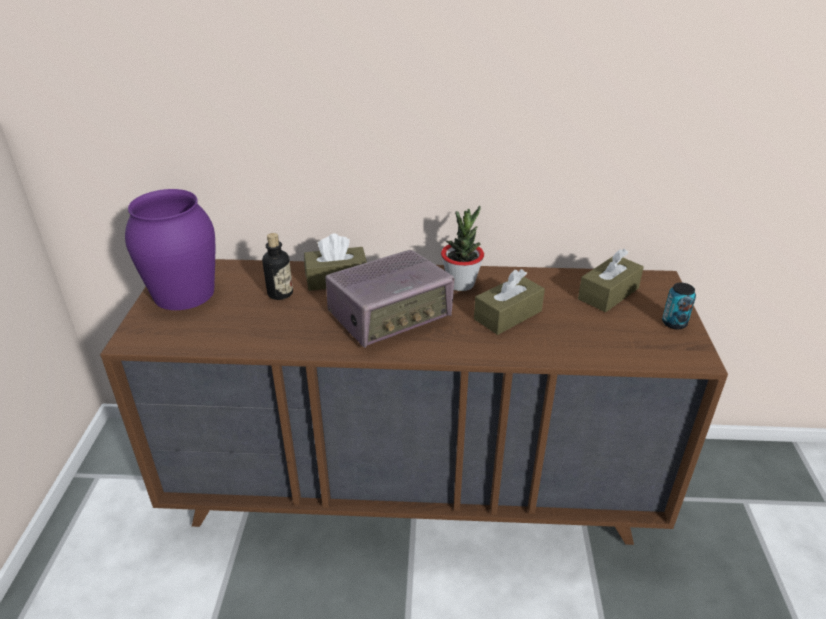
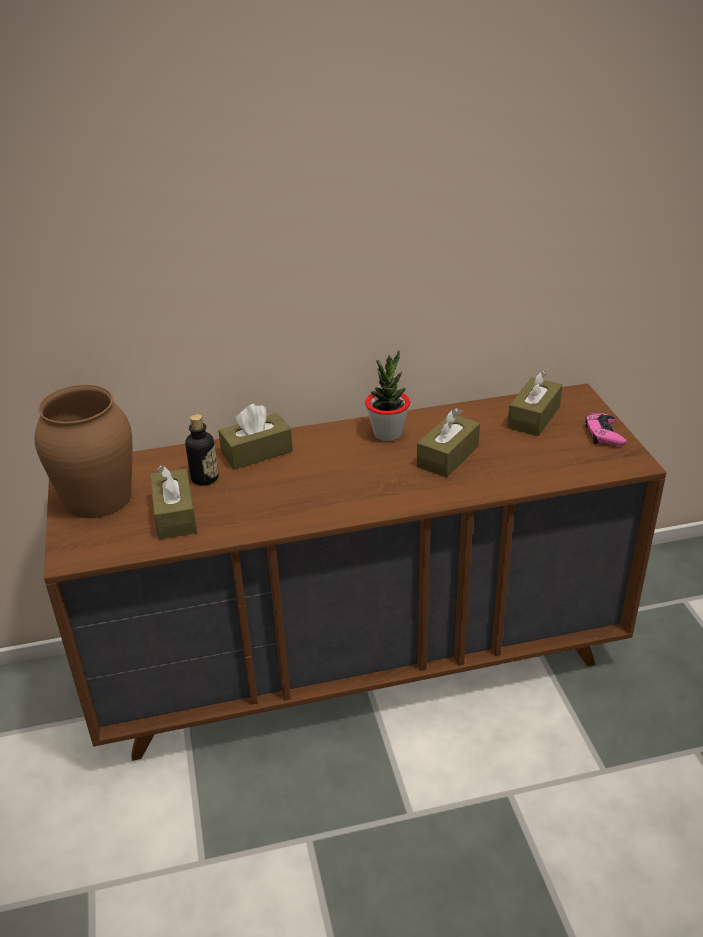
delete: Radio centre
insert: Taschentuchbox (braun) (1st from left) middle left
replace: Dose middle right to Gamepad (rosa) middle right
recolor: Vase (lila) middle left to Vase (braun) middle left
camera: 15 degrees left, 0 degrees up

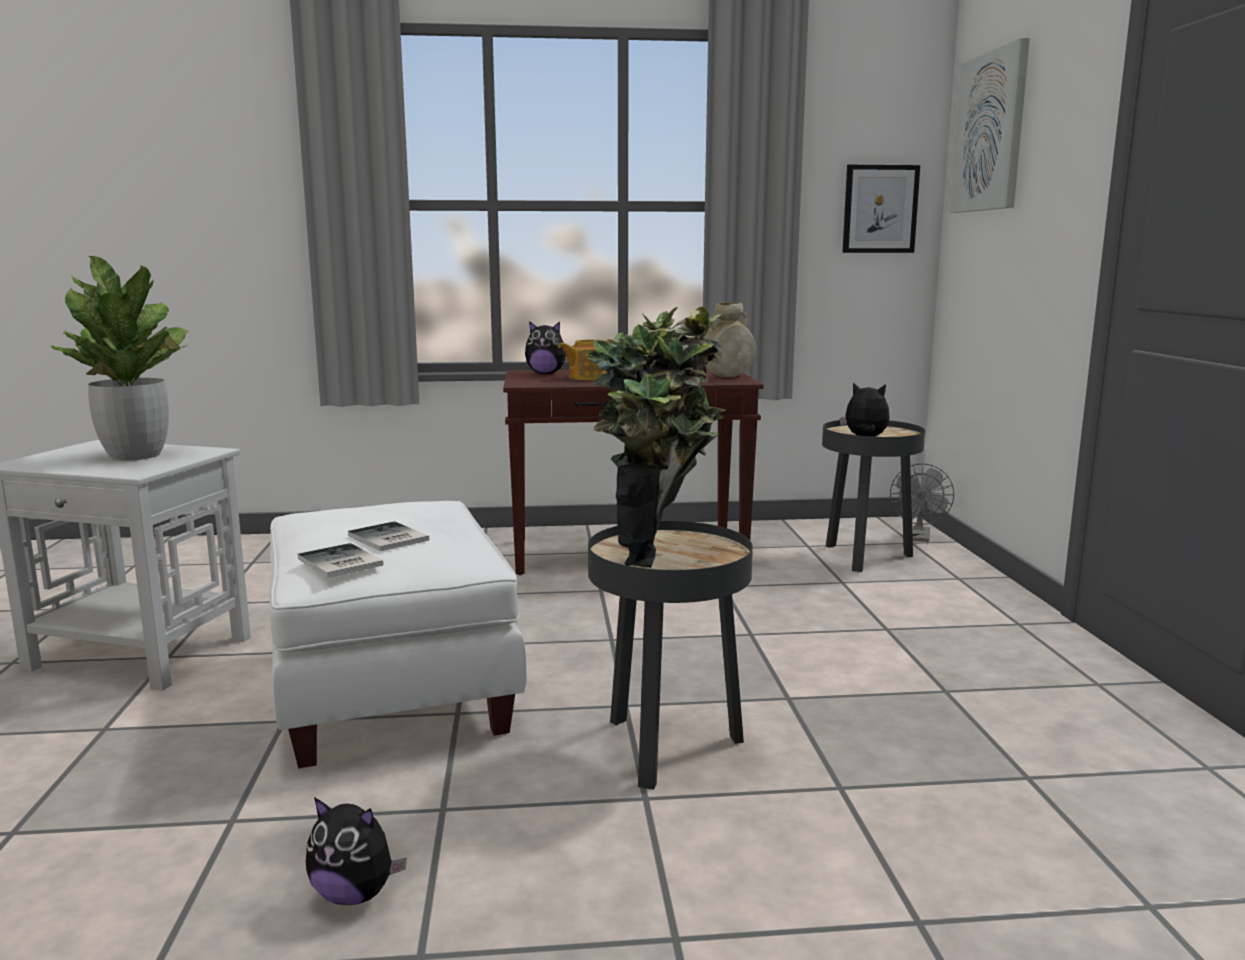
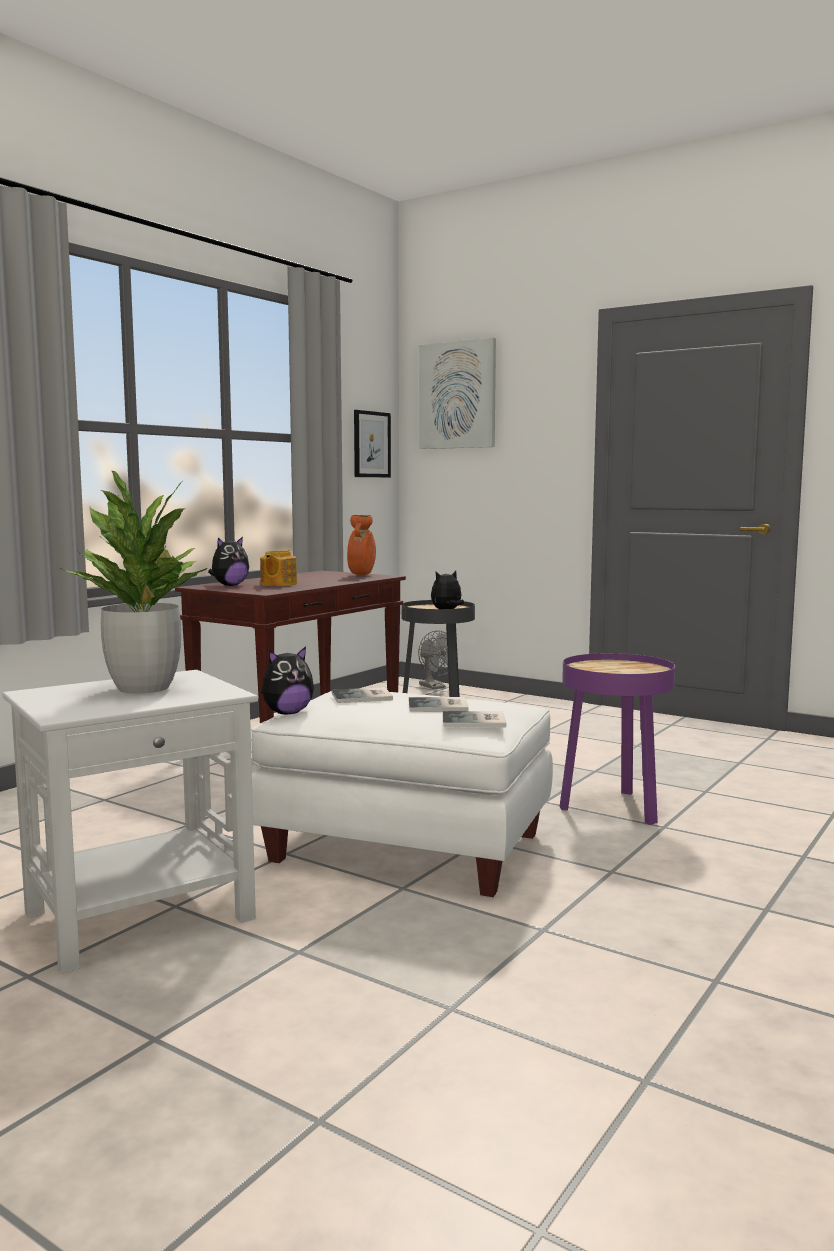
delete: Topfpflanze (2nd from left) centre
insert: Buch (1st from left) centre
move: Plüschtier (1st from left in the first image) bottom left to Plüschtier (2nd from left) centre
recolor: Vase (beige) centre to Vase (orange) centre; Beistelltisch (schwarz) (1st from left) bottom centre to Beistelltisch (lila) middle right
camera: 50 degrees left, 5 degrees down

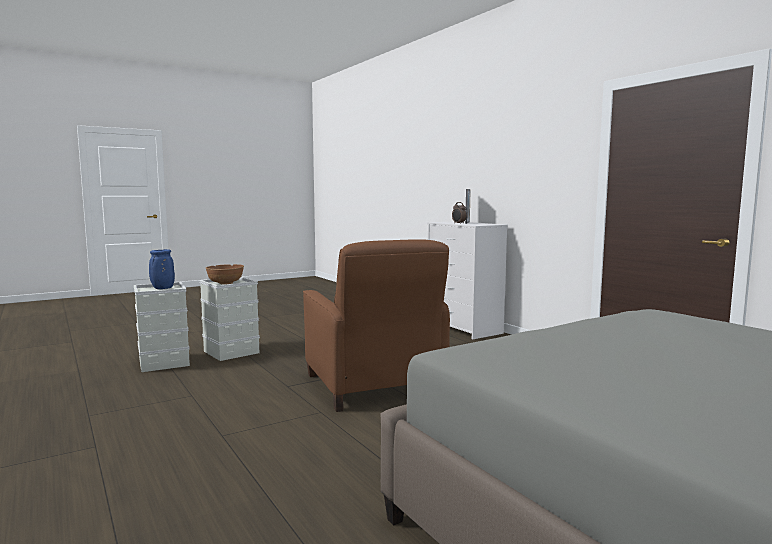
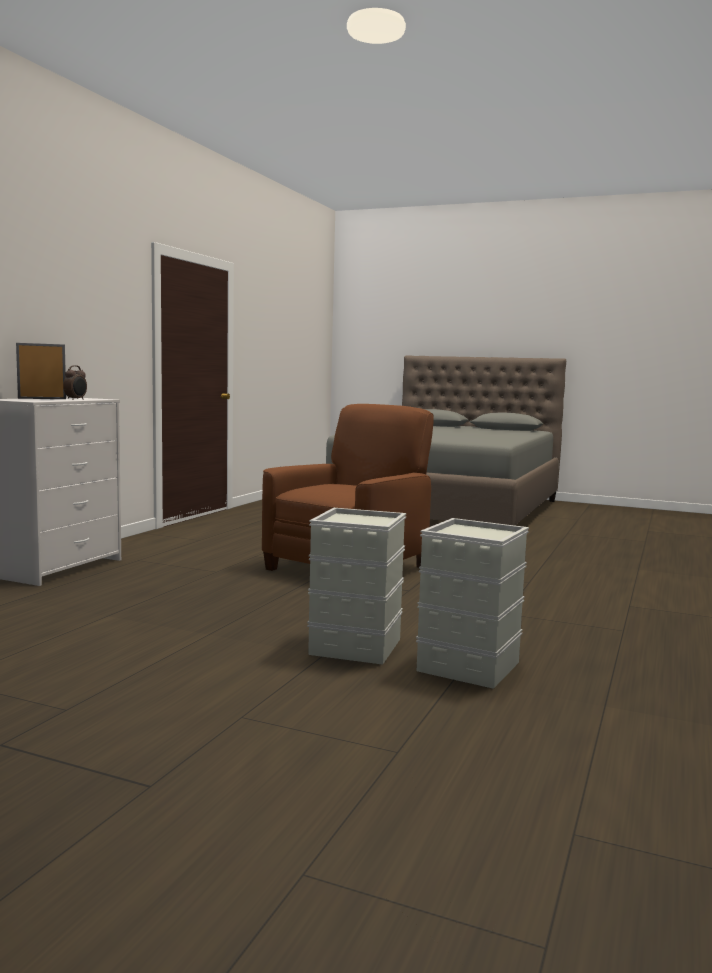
delete: Vase (blau) middle left; Schüssel (braun) middle left
camera: 125 degrees left, 0 degrees up

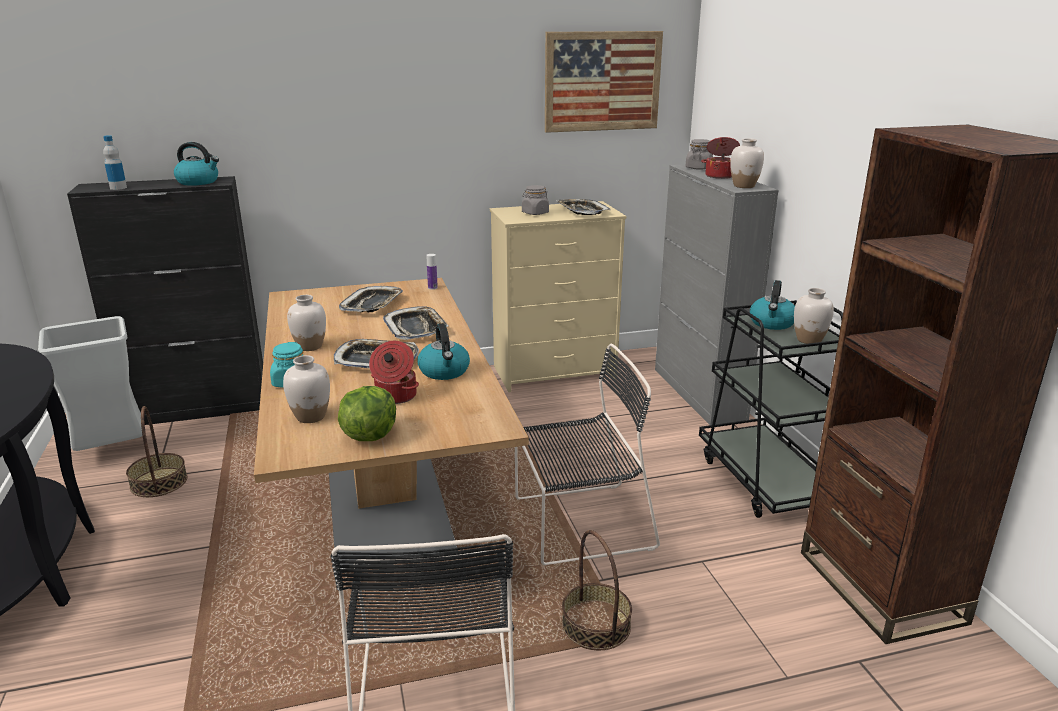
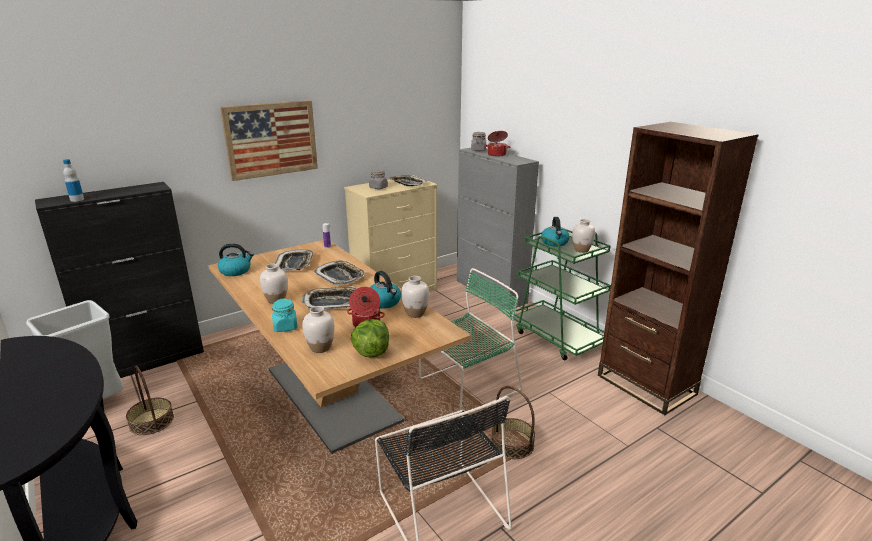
move: Wasserkessel (1st from left) top left to middle left; Bild top centre to top left; Vase (weiß) (3rd from left) top right to centre
recolor: Stuhl (schwarz) (2nd from left) centre to Stuhl (grün) centre; Rollwagen (schwarz) middle right to Rollwagen (grün) centre
camera: 20 degrees left, 0 degrees up

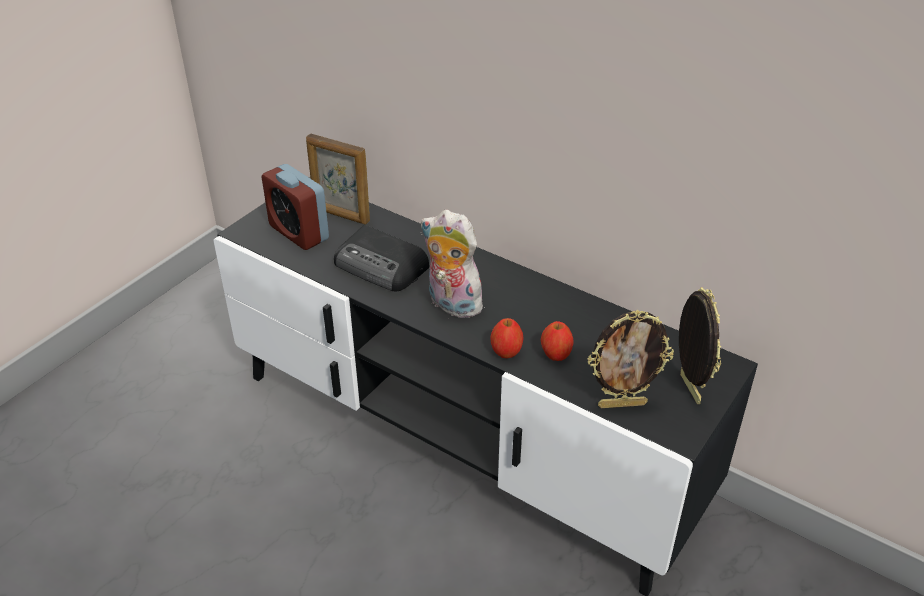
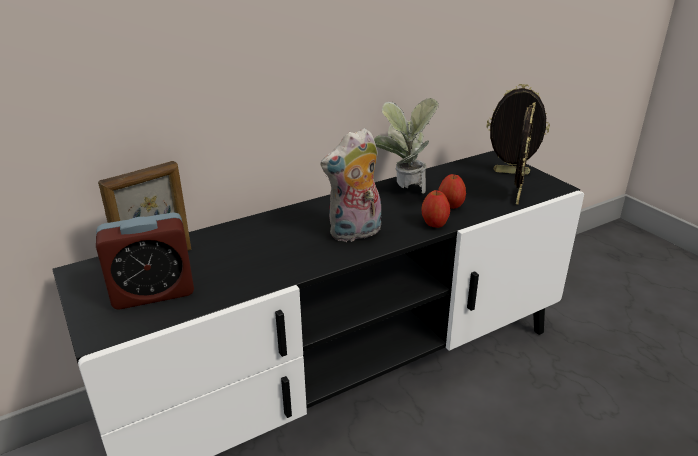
delete: Radio centre
insert: Topfpflanze top centre
camera: 65 degrees left, 10 degrees down

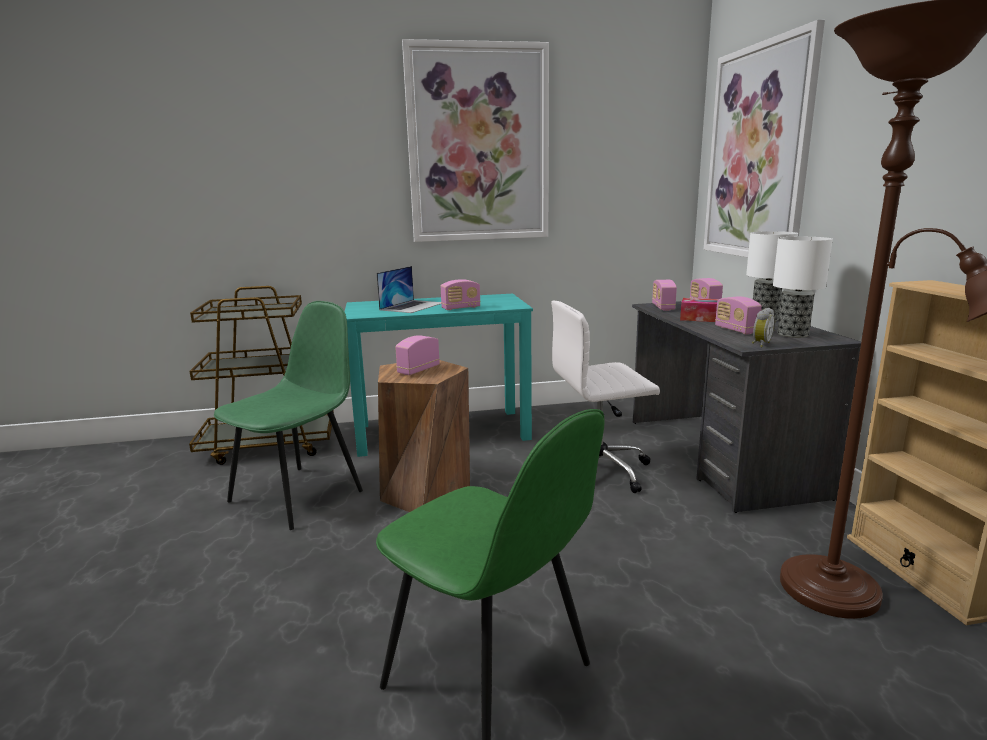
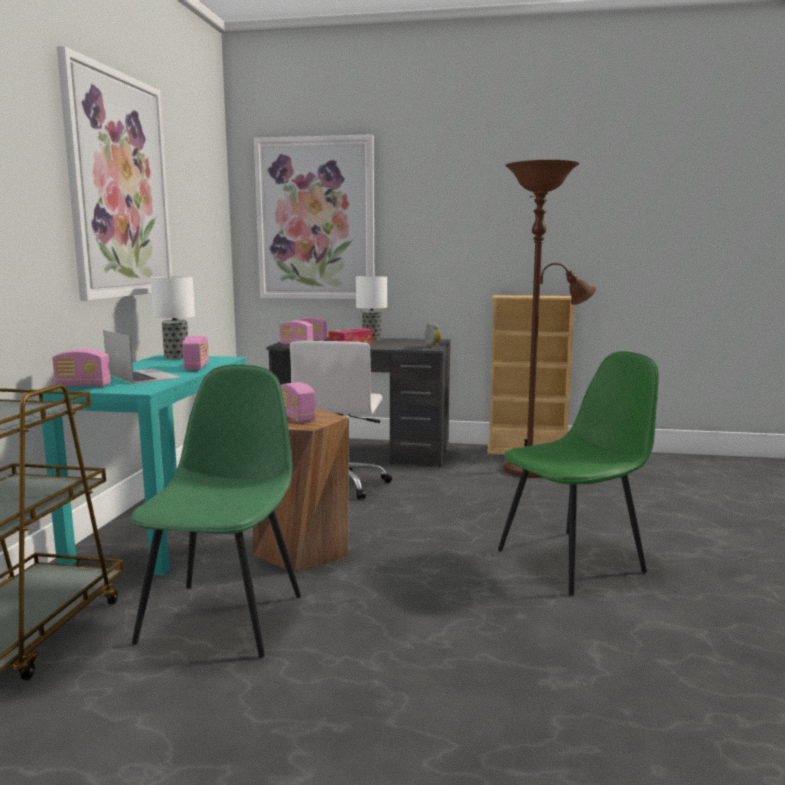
move: Radio (5th from left in the first image) middle right to Radio (1st from left) middle left; Tischlampe (2nd from left in the first image) middle right to Tischlampe (1st from left) middle left
rotate: Stuhl (grün) (1st from left) middle left = middle left 45 degrees clockwise
camera: 70 degrees left, 5 degrees down

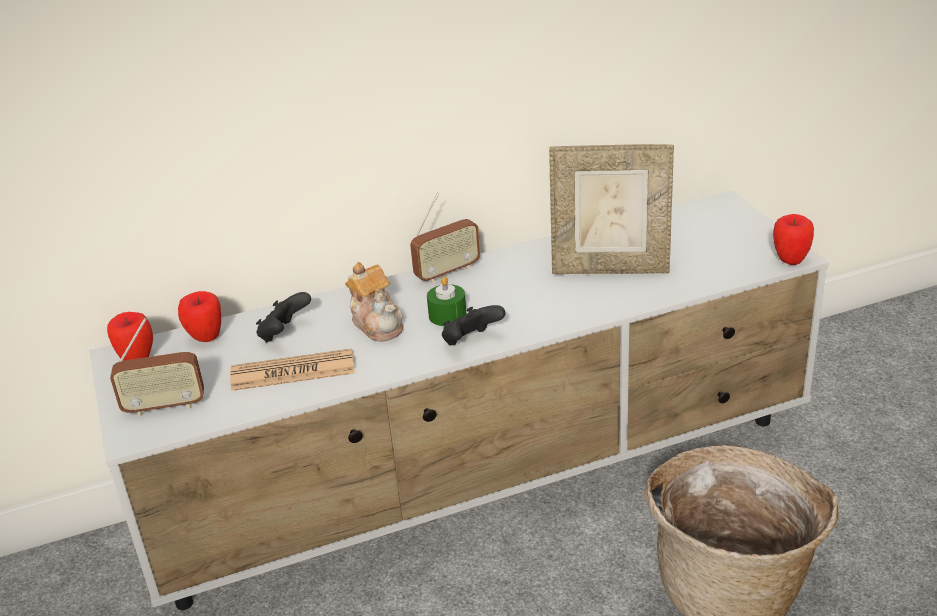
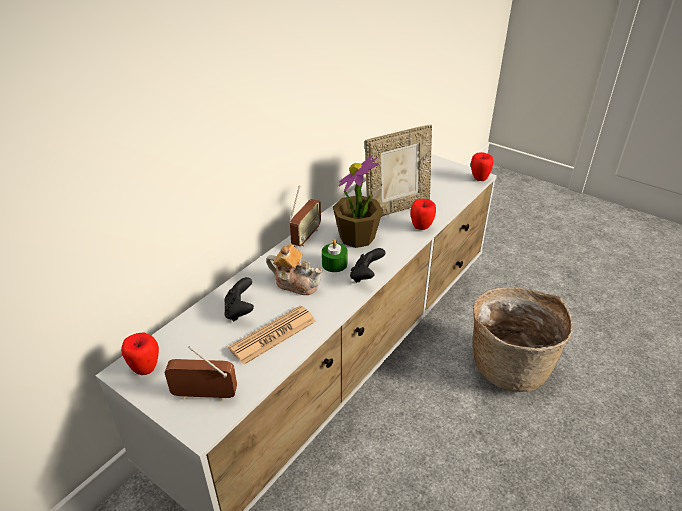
insert: Topfpflanze centre
move: Apfel (2nd from left) middle left to centre
rotate: Radio (1st from left) middle left = bottom left 135 degrees counterclockwise
camera: 35 degrees left, 5 degrees up

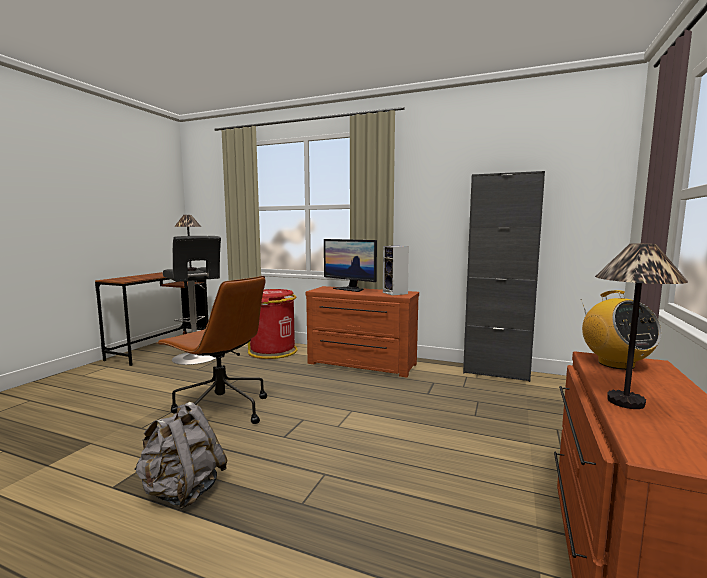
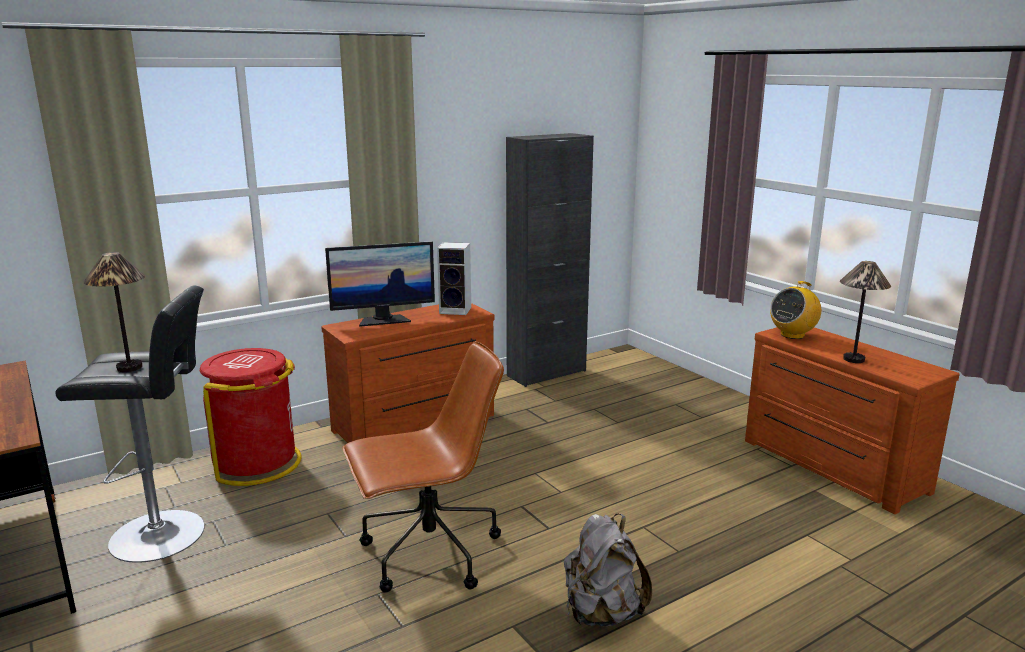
rotate: Radio middle right = middle right 120 degrees clockwise
camera: 55 degrees left, 10 degrees up

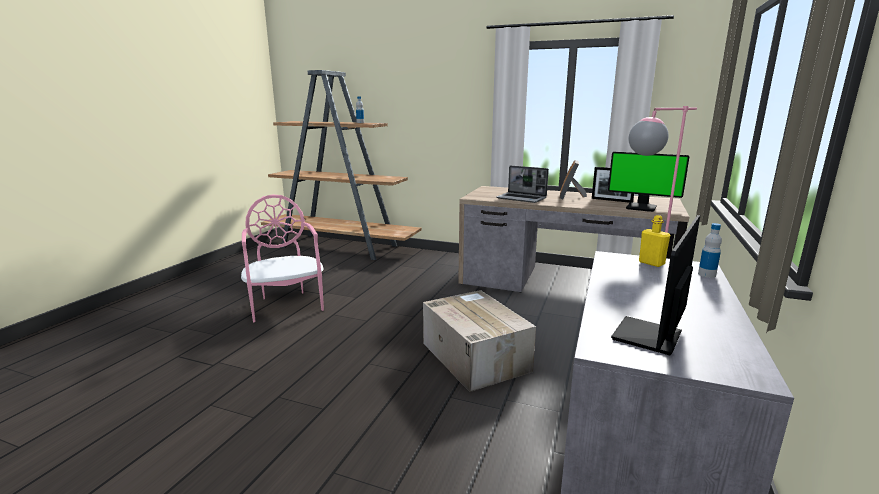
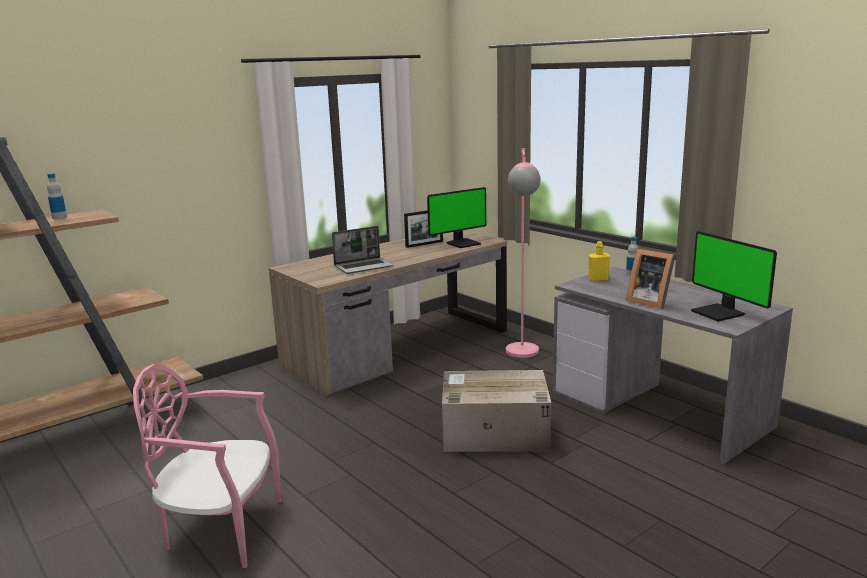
move: Bilderrahmen (1st from left in the first image) centre to Bilderrahmen (2nd from left) middle right
camera: 60 degrees left, 0 degrees up

